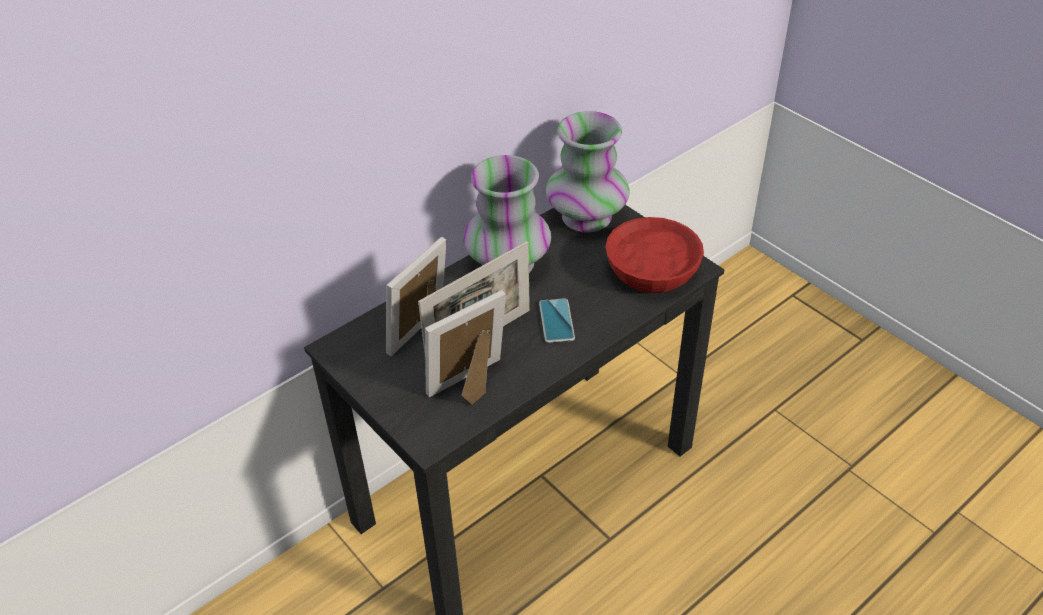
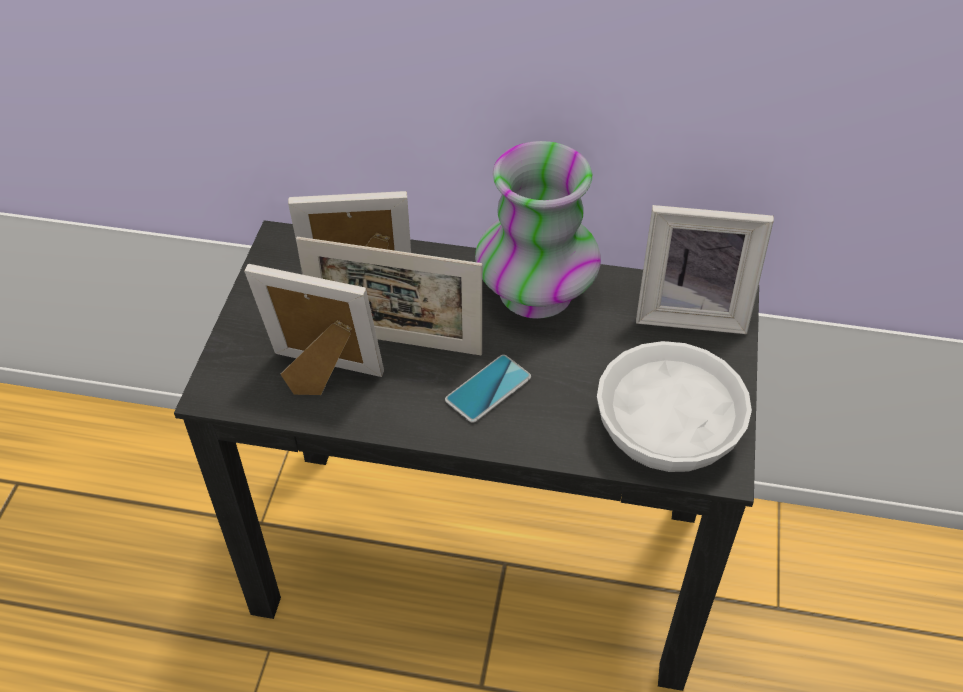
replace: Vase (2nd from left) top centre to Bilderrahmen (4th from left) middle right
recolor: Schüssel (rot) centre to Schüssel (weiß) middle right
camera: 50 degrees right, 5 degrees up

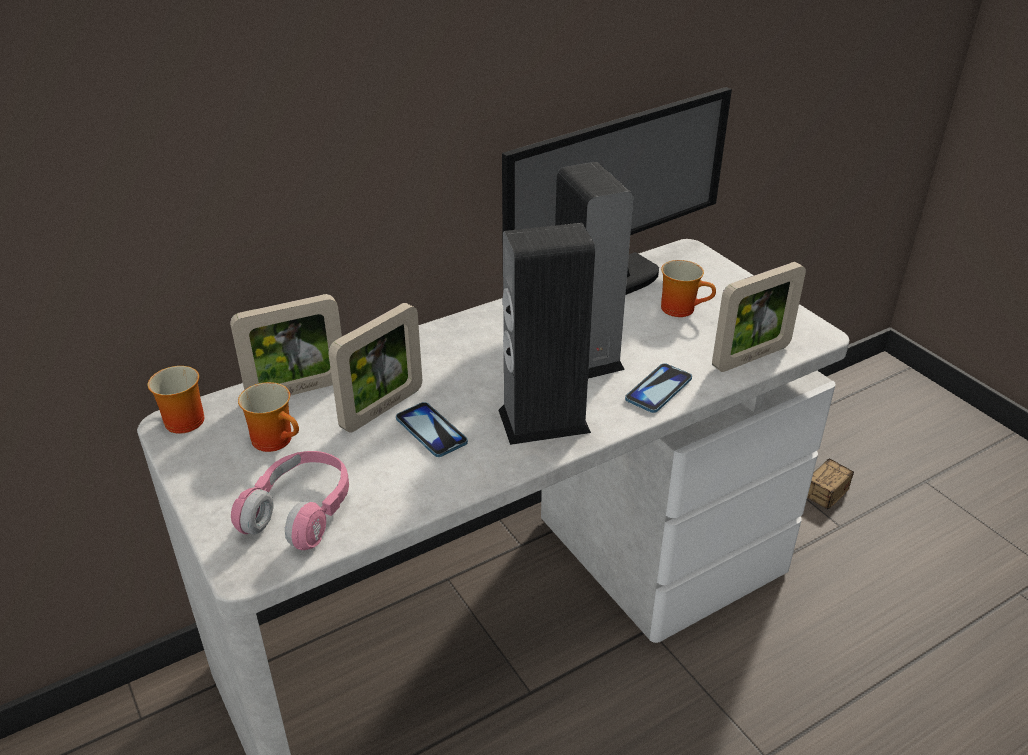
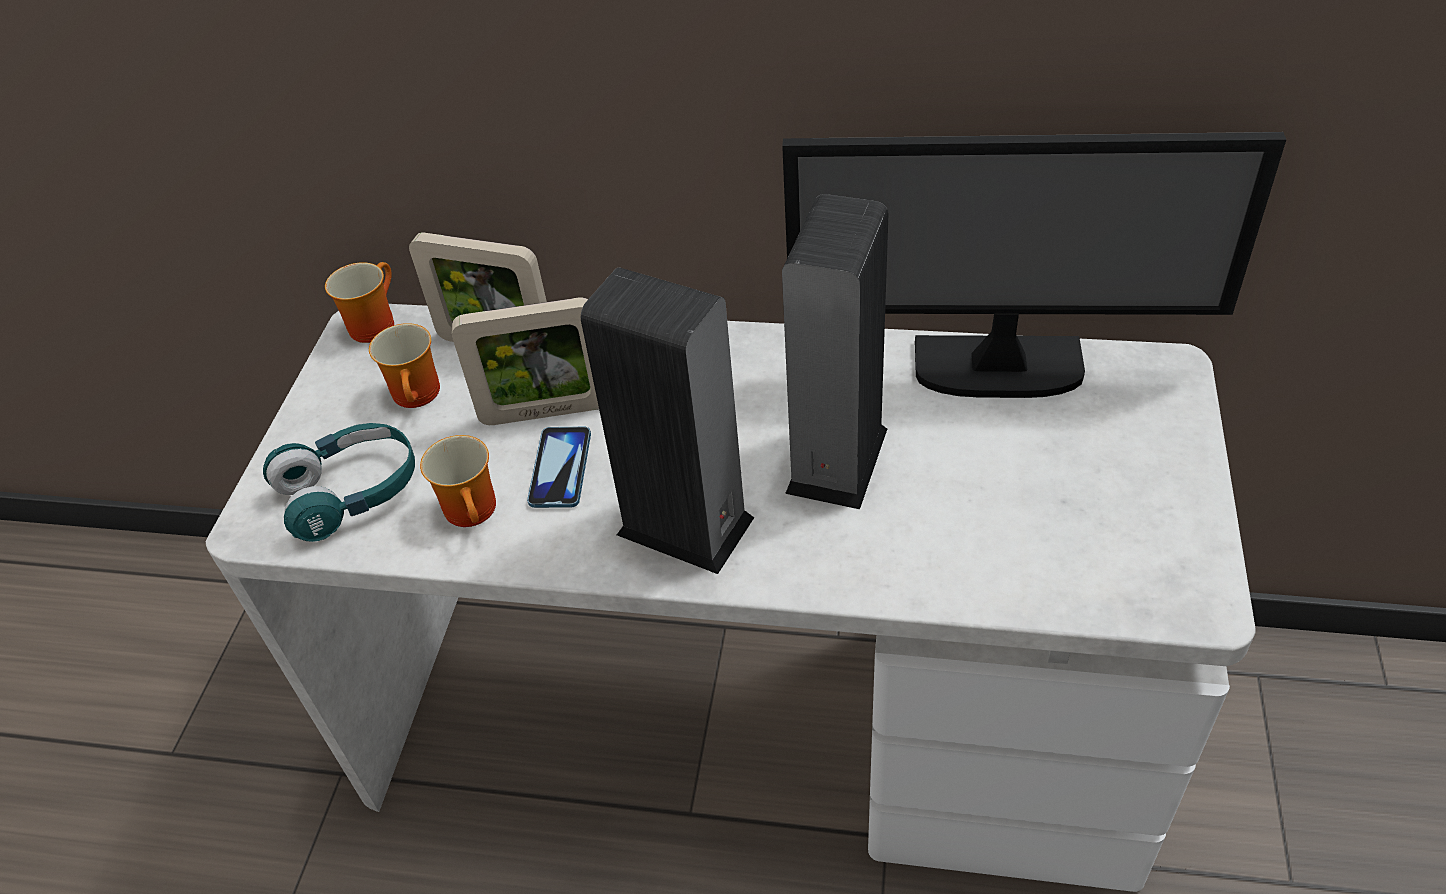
delete: Handy (2nd from left) centre; Bilderrahmen (3rd from left) middle right; Aufbewahrungsbox middle right
move: Henkelbecher (3rd from left) middle right to middle left
recolor: Kopfhörer (rosa) middle left to Kopfhörer (türkis) middle left
camera: 45 degrees right, 10 degrees up

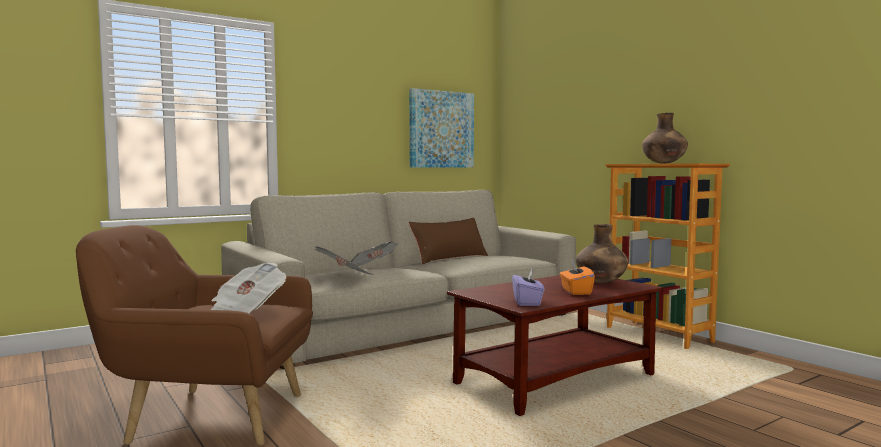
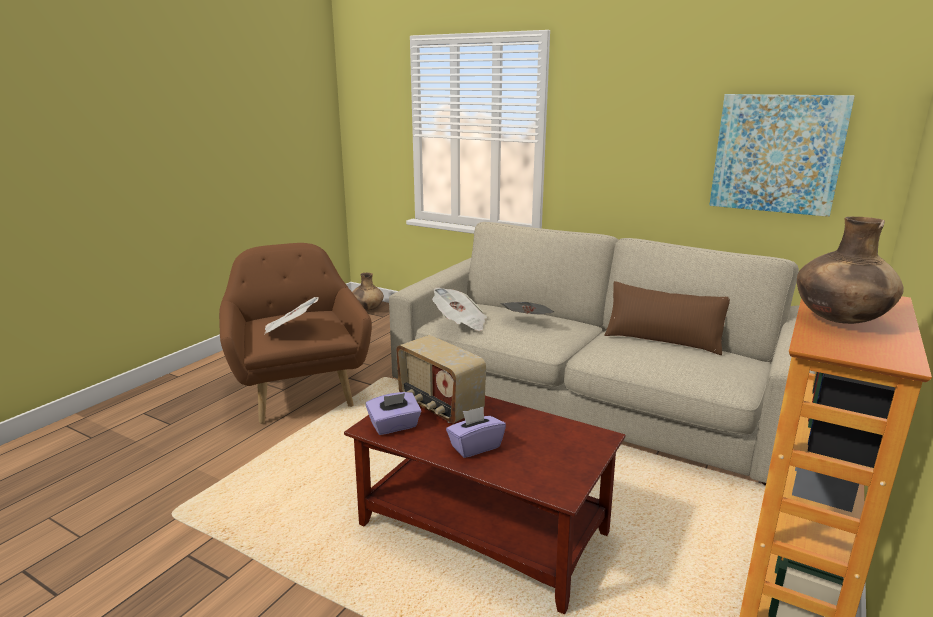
insert: Radio centre
move: Vase (braun) (1st from left) middle right to centre
recolor: Taschentuchbox (orange) centre to Taschentuchbox (lila) (2nd from left) bottom centre
camera: 65 degrees right, 15 degrees up

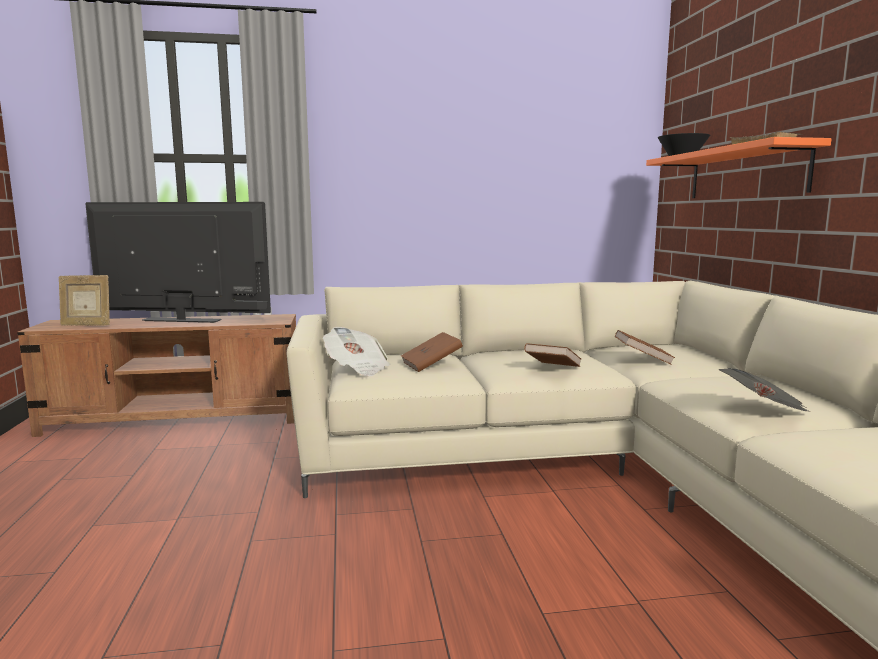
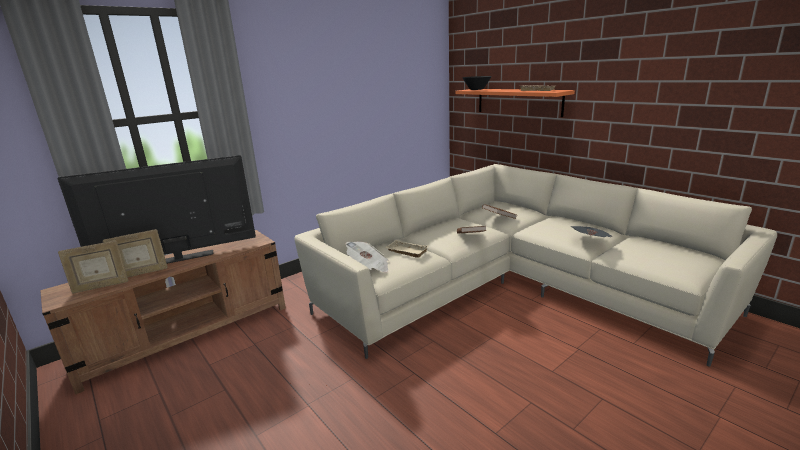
insert: Bilderrahmen (2nd from left) middle left
replace: Buch (braun) (1st from left) centre to Tablett (beige) (1st from left) centre
camera: 30 degrees left, 10 degrees up

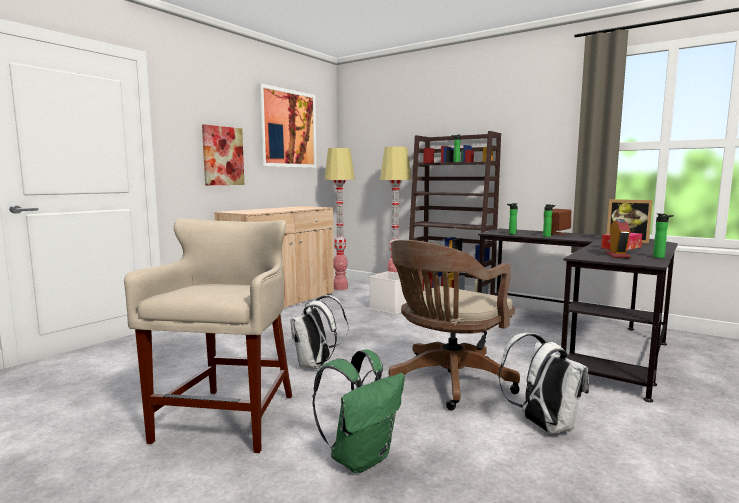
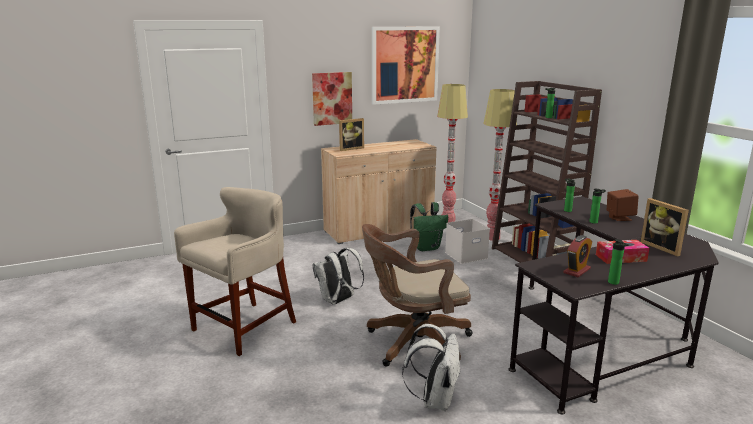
insert: Bilderrahmen (1st from left) top centre
move: Rucksack (grün) bottom centre to centre
camera: 30 degrees right, 10 degrees up

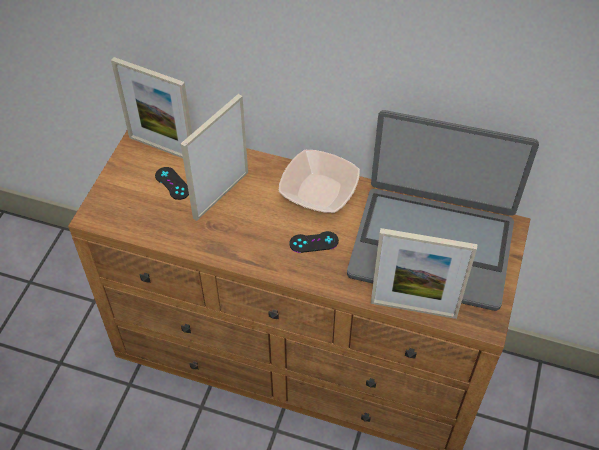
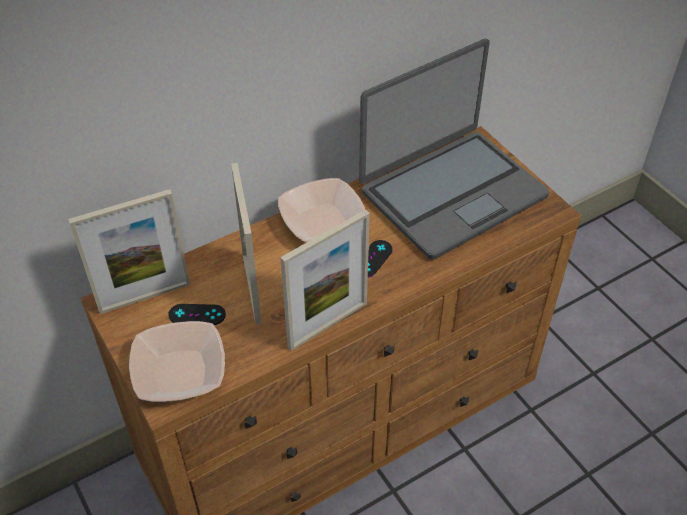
insert: Schüssel (1st from left) bottom left
move: Bilderrahmen (3rd from left) middle right to centre
camera: 50 degrees left, 5 degrees down

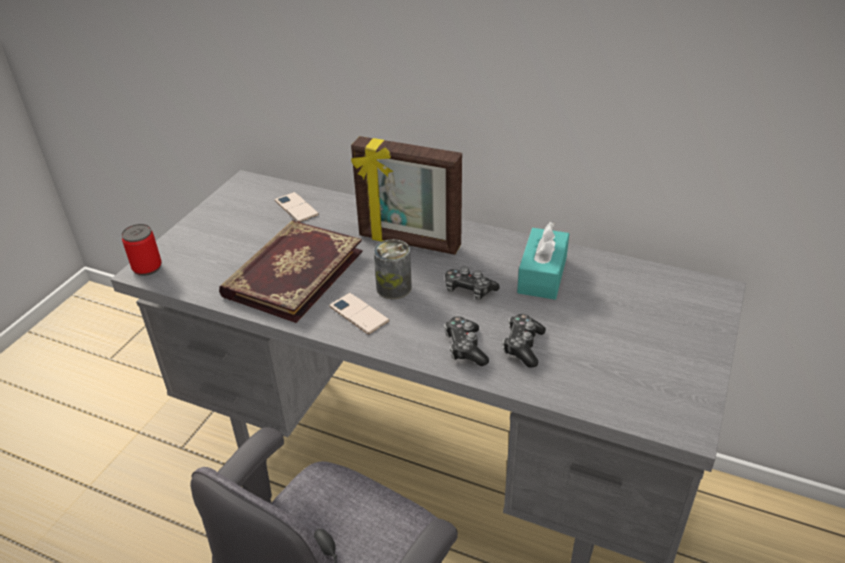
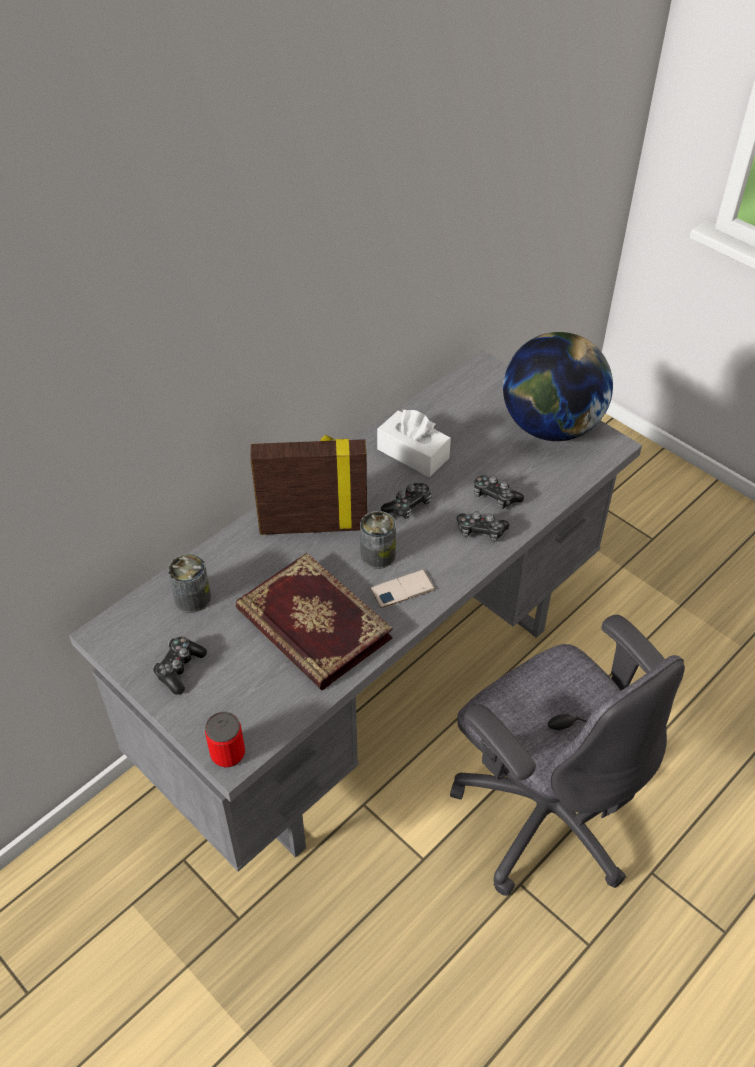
insert: Gamepad (1st from left) middle left; Globus middle right
replace: Handy (1st from left) centre to Dose (1st from left) middle left
recolor: Taschentuchbox (türkis) centre to Taschentuchbox (weiß) centre
rotate: Bilderrahmen centre = centre 135 degrees counterclockwise
camera: 70 degrees left, 10 degrees up

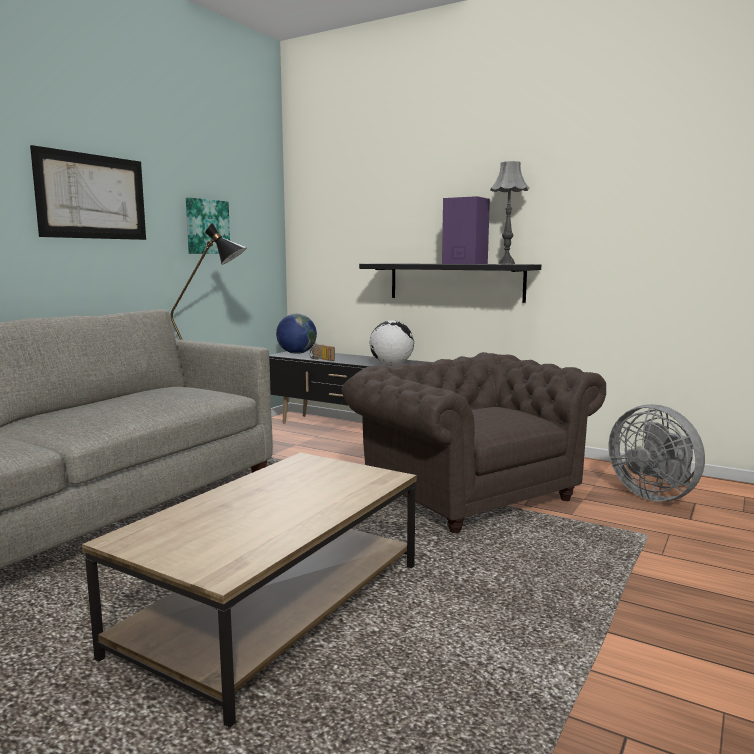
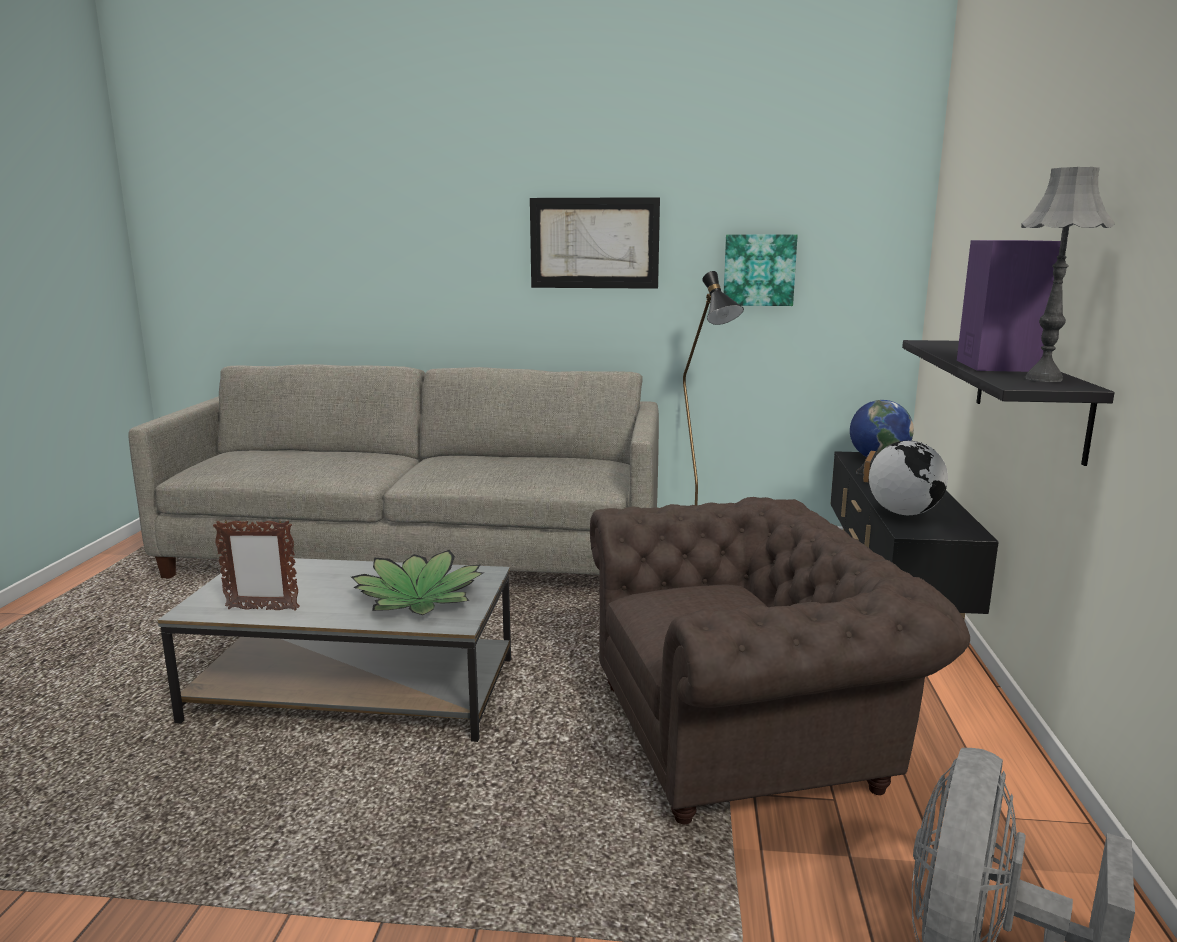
insert: Bilderrahmen middle left; Topfpflanze centre
recolor: Couchtisch (braun) bottom left to Couchtisch (grau) bottom left
rotate: Sessel (braun) centre = bottom centre 45 degrees clockwise
camera: 65 degrees right, 5 degrees up

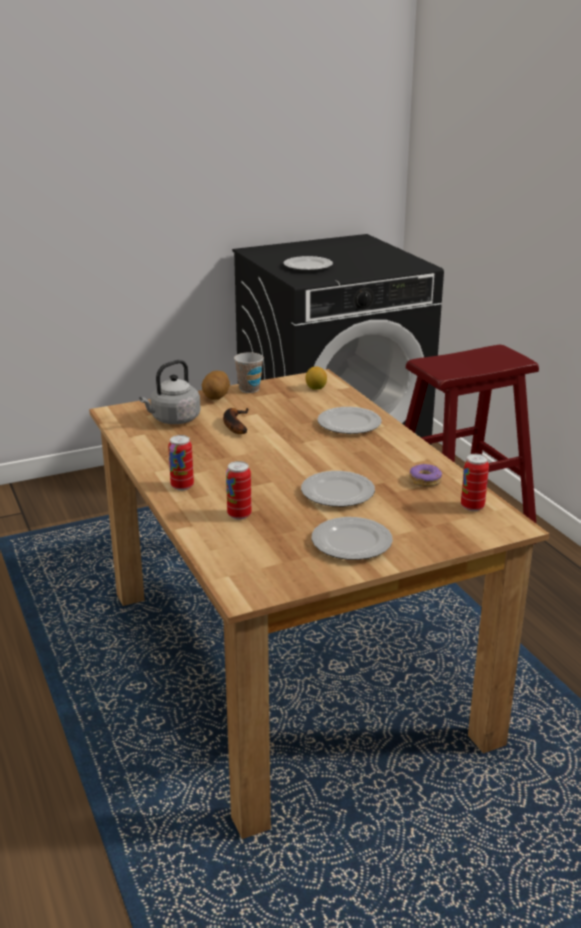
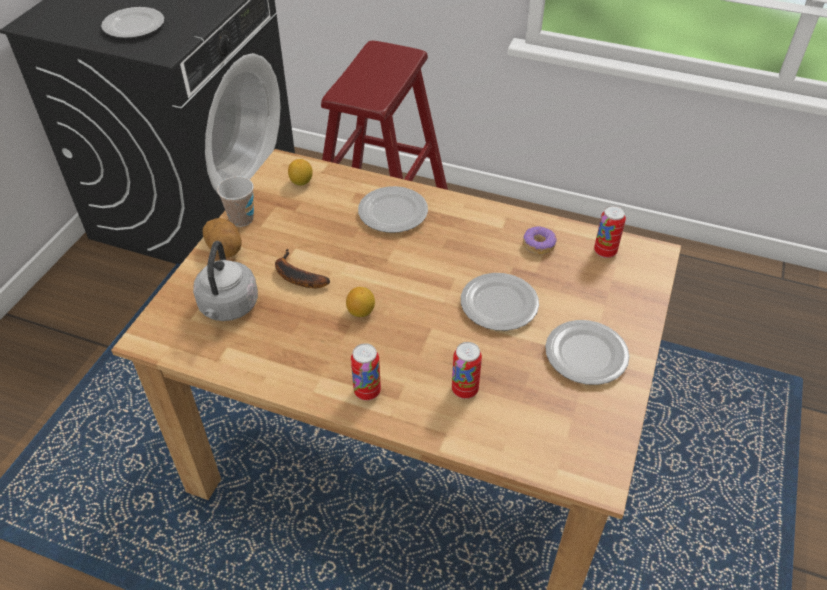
insert: Zitrone (2nd from left) centre
camera: 45 degrees left, 20 degrees up

